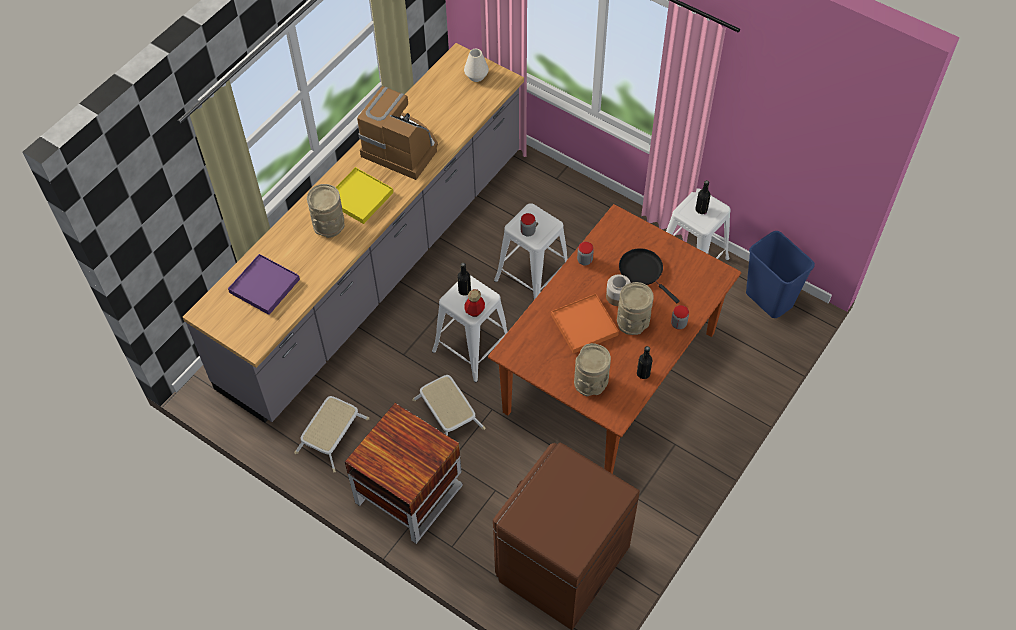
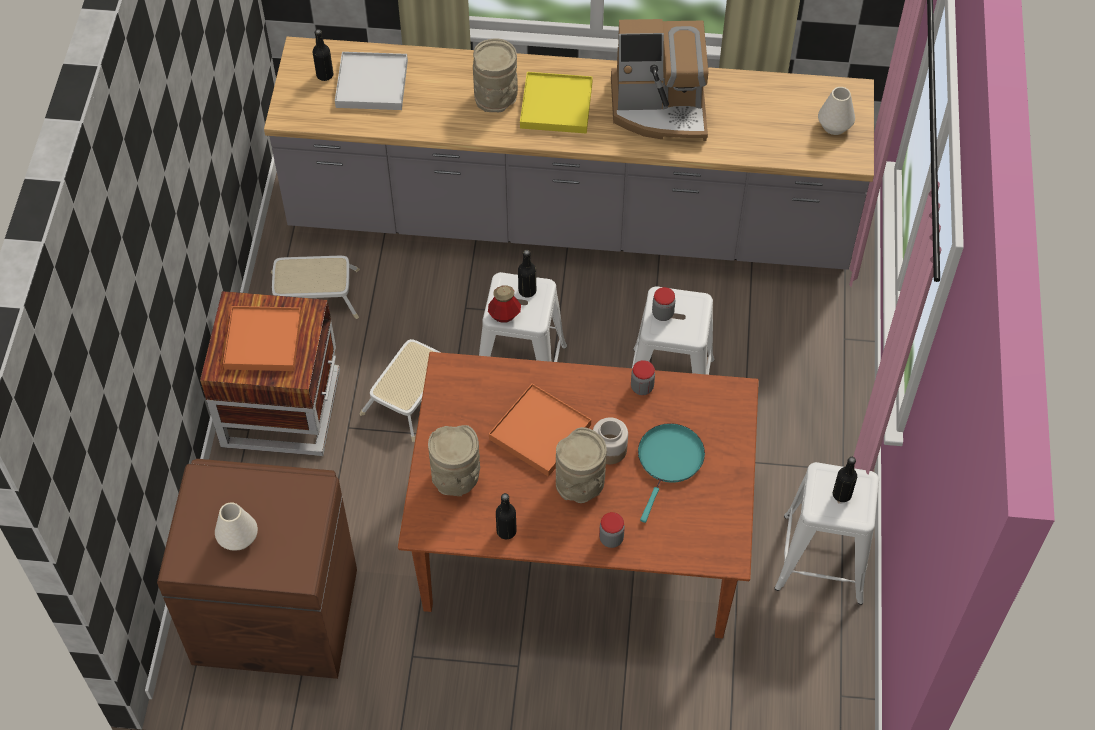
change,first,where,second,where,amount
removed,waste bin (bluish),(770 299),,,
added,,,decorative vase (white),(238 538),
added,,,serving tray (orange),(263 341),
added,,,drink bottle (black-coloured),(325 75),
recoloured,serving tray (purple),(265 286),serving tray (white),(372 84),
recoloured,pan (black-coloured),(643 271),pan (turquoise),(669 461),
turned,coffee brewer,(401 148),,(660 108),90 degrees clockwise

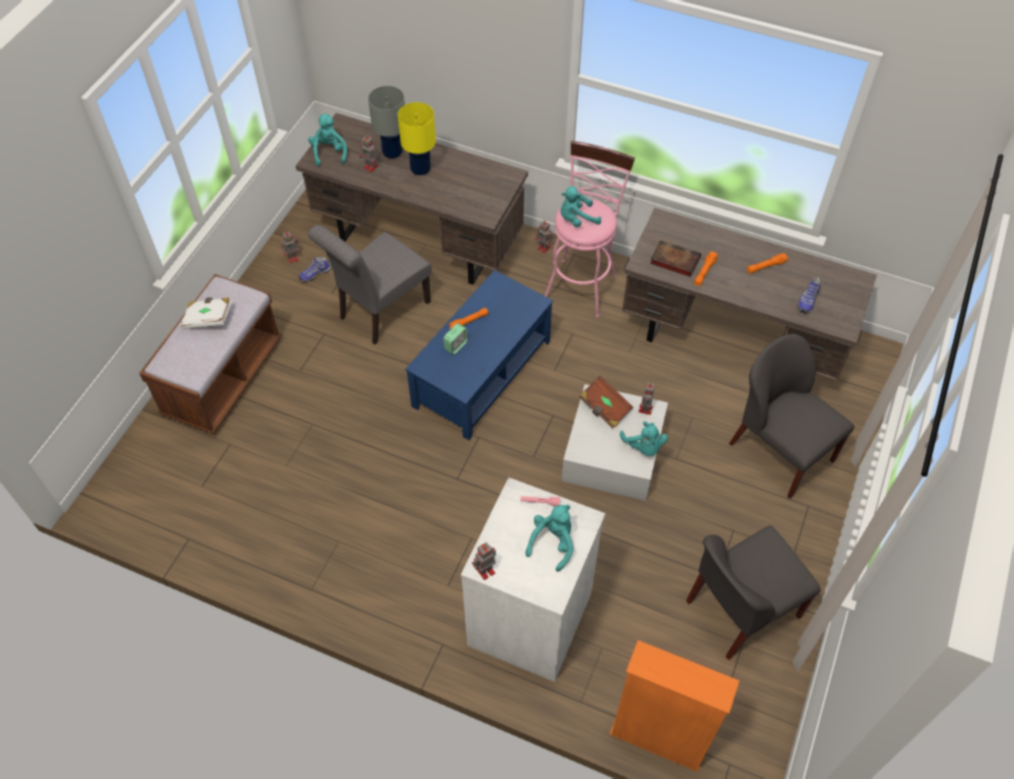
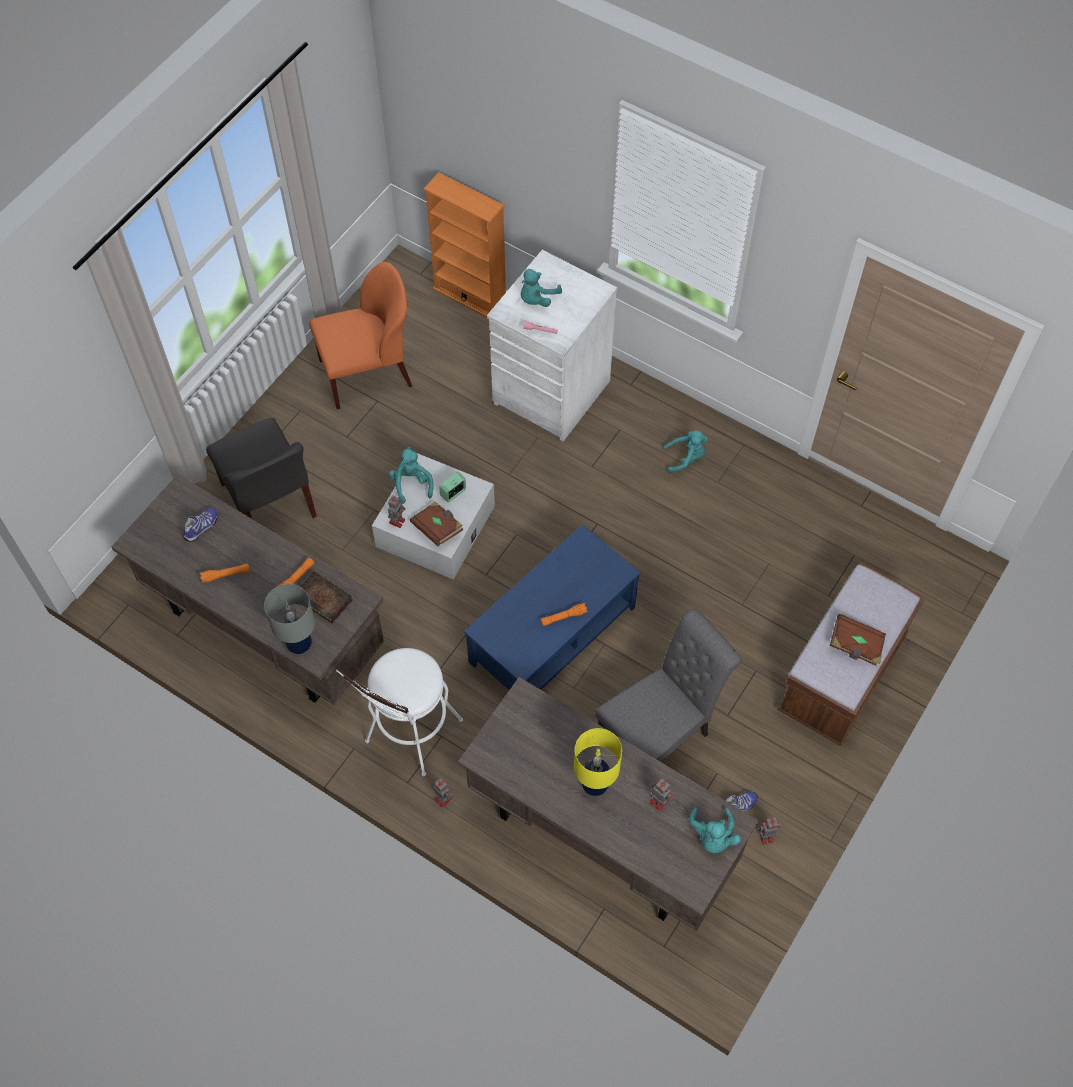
change,first,where,second,where,amount
removed,robot figure,(484 571),,,
moved,tabletop lamp (grey),(392 153),,(299 644),
moved,table clock,(456 345),,(453 493),
moved,soft toy (turquoise),(576 219),,(686 458),
recoloured,bound book (white),(208 319),bound book (brown),(855 645),
recoloured,stool (pinkish),(582 283),stool (white),(409 737),
recoloured,chair (grey),(740 610),chair (orange),(368 373),

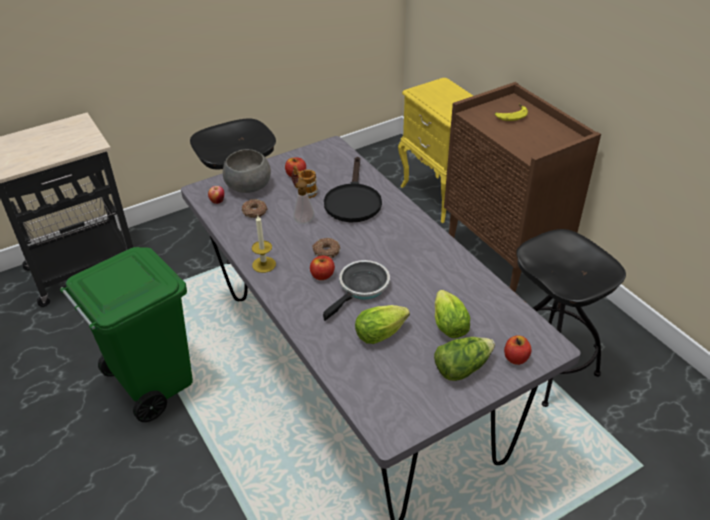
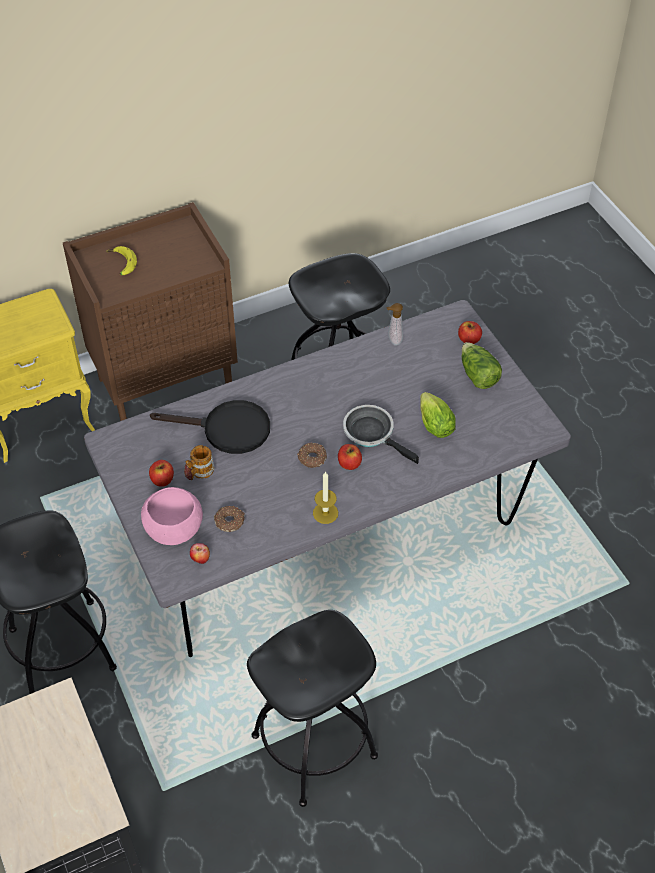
change,first,where,second,where,amount
removed,head of lettuce,(448 323),,,
moved,soap dispenser,(304 220),,(393 340),
replaced,waste bin (green-coloured),(152 383),stool (black-coloured),(313 746),
recoloured,bowl (grey),(248 185),bowl (pinkish),(173 529),

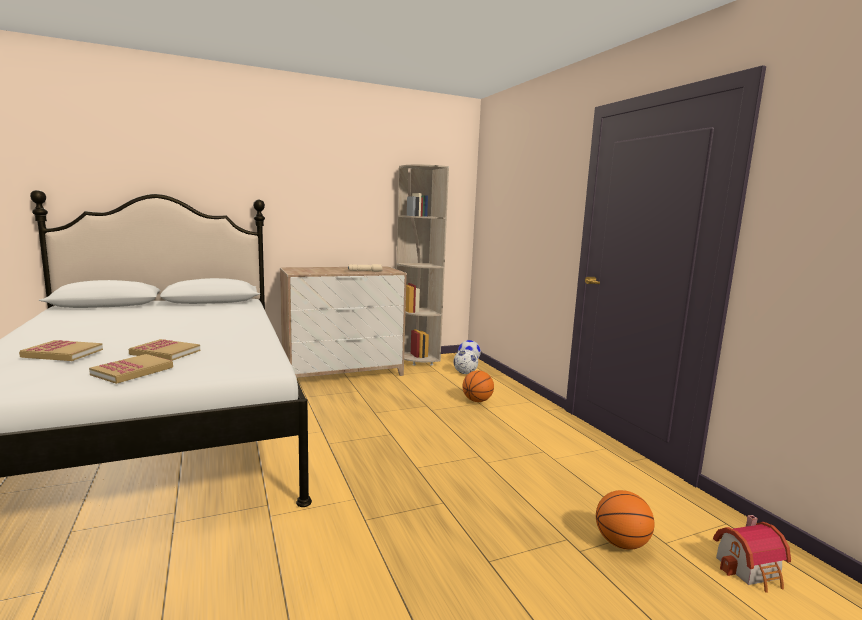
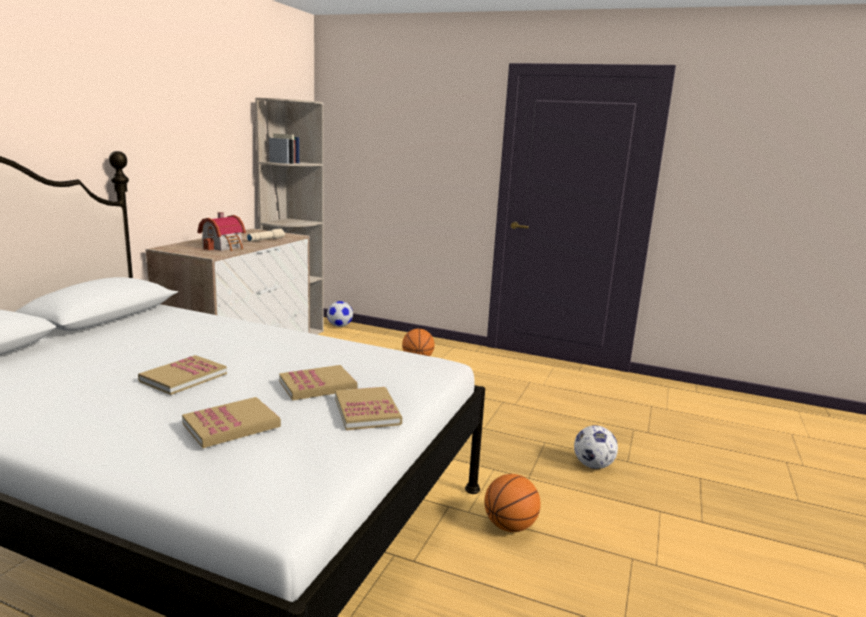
change,first,where,second,where,amount
added,,,bound book,(183 377),
moved,football,(465 373),,(593 465),
moved,basketball,(621 543),,(509 526),
moved,toy house,(751 570),,(225 247),

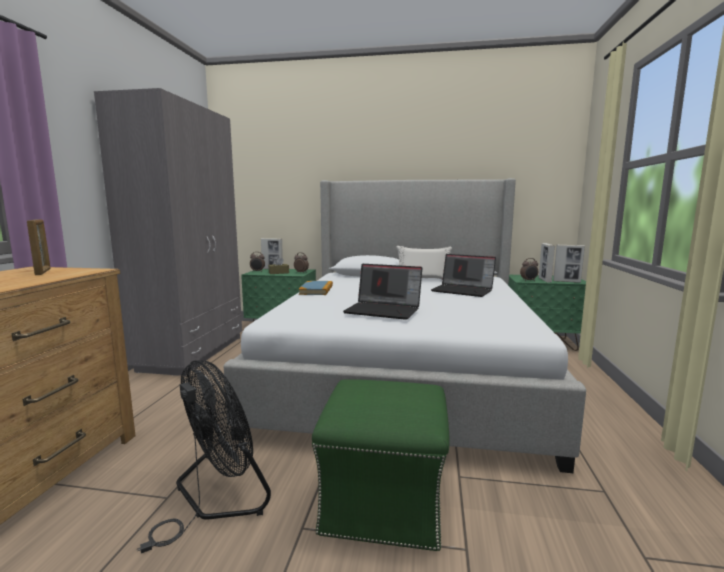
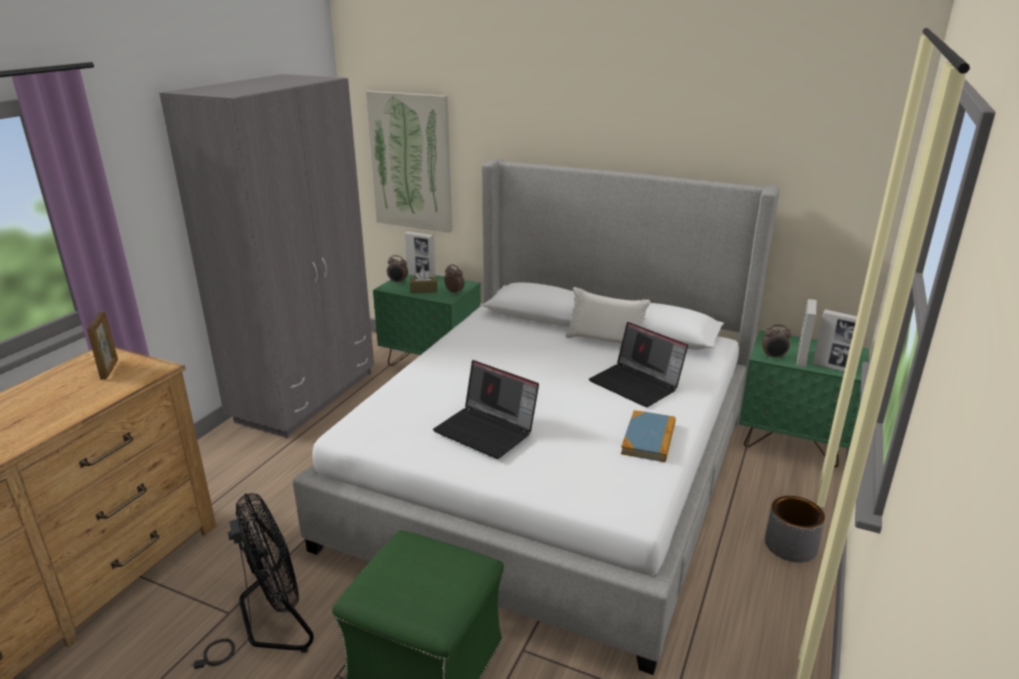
change,first,where,second,where,amount
added,,,wall art,(411 162),
added,,,flower pot (grey),(790 547),
moved,bound book,(316 290),,(648 439),

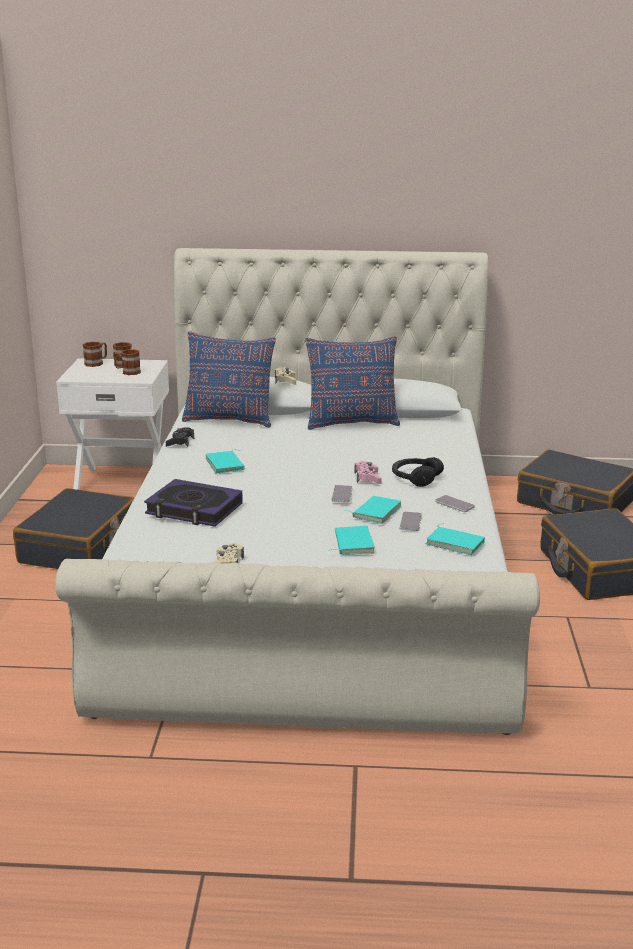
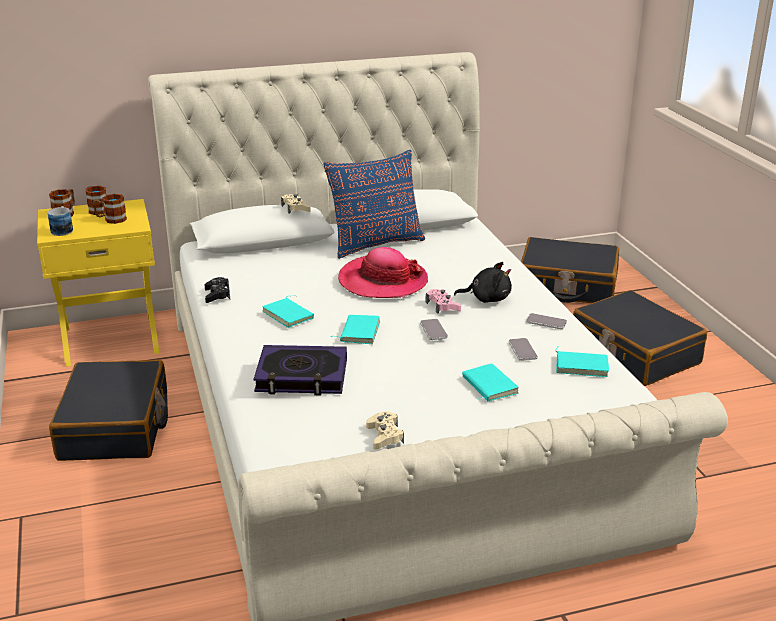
change,first,where,second,where,amount
removed,pillow (bluish),(229 420),,,
added,,,coffee mug,(63 229),
added,,,clothing hat,(383 281),
moved,bound book (turquoise),(375 512),,(358 332),
replaced,headphones (black-coloured),(415 478),soft toy (black-coloured),(487 298),
recoloured,night table (white),(122 482),night table (yellow-coloured),(110 338),

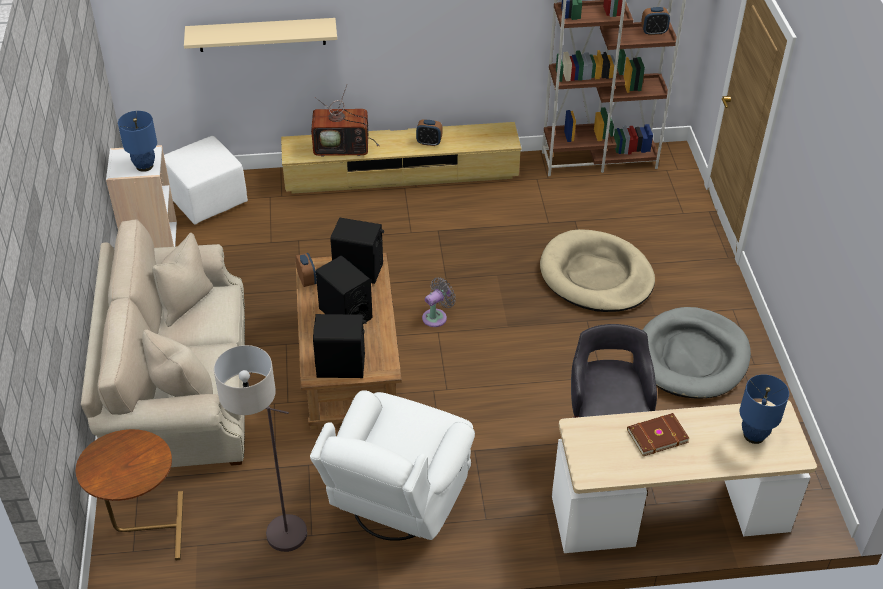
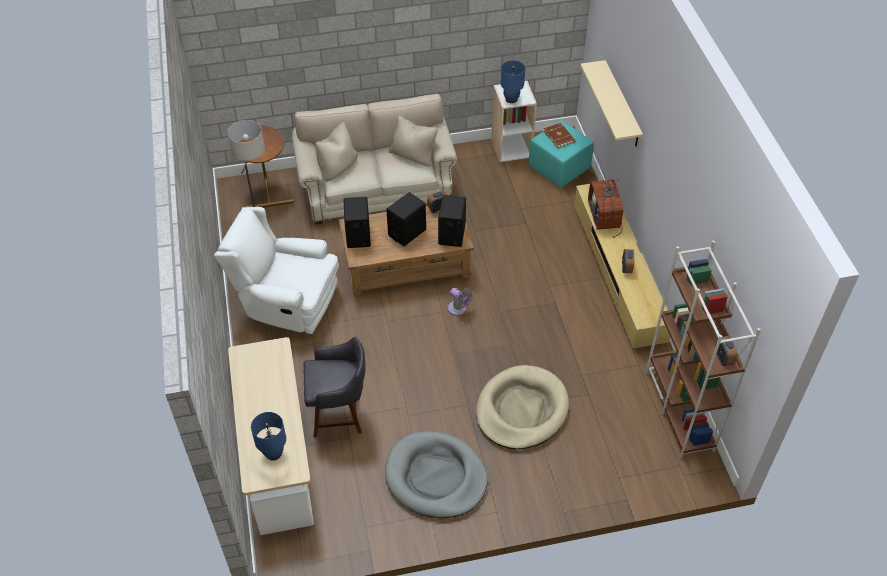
change,first,where,second,where,amount
moved,bound book (brown),(656 435),,(559 136),
recoloured,pouffe (white),(208 199),pouffe (turquoise),(559 168),

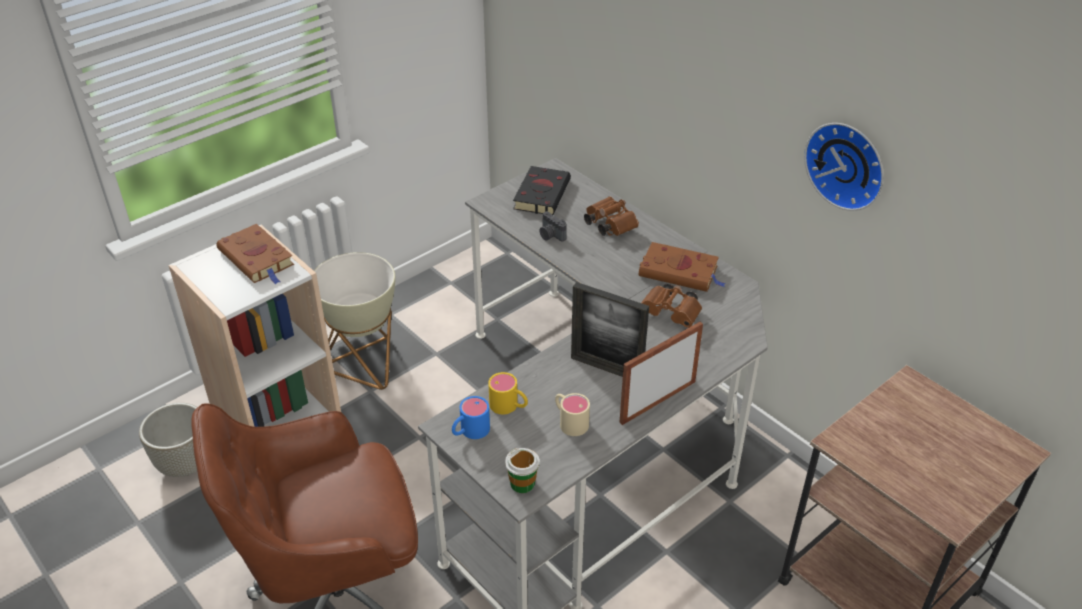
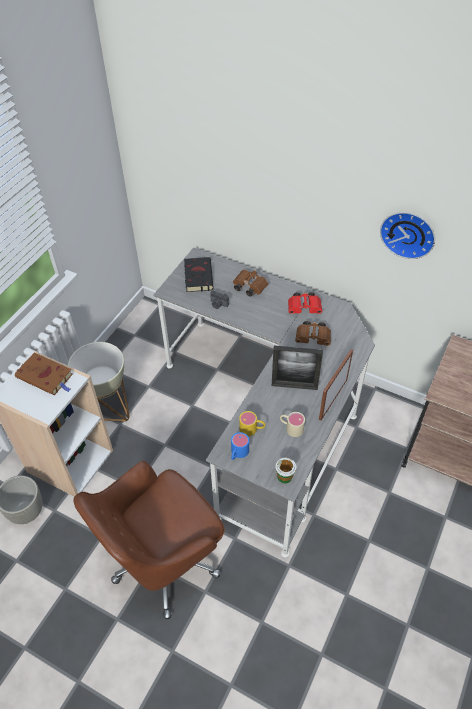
change,first,where,second,where,amount
replaced,bound book (brown),(680 272),pair of binoculars (red),(305 308),

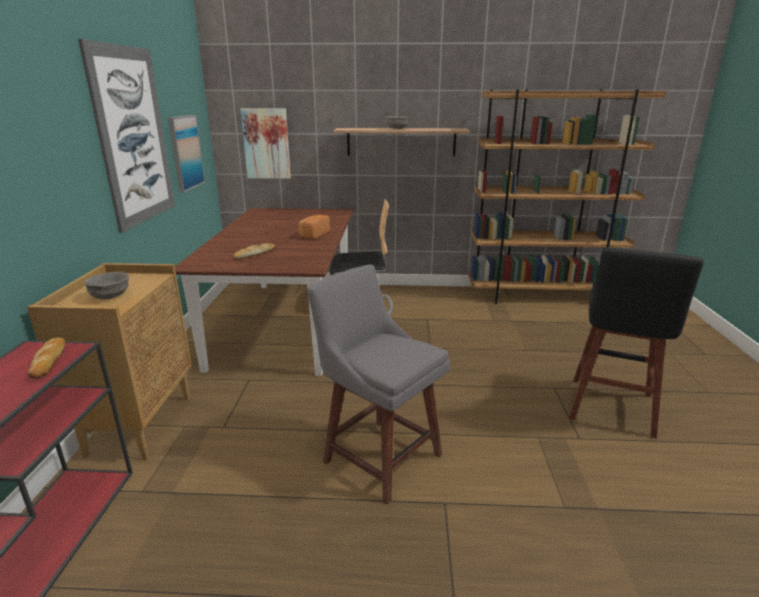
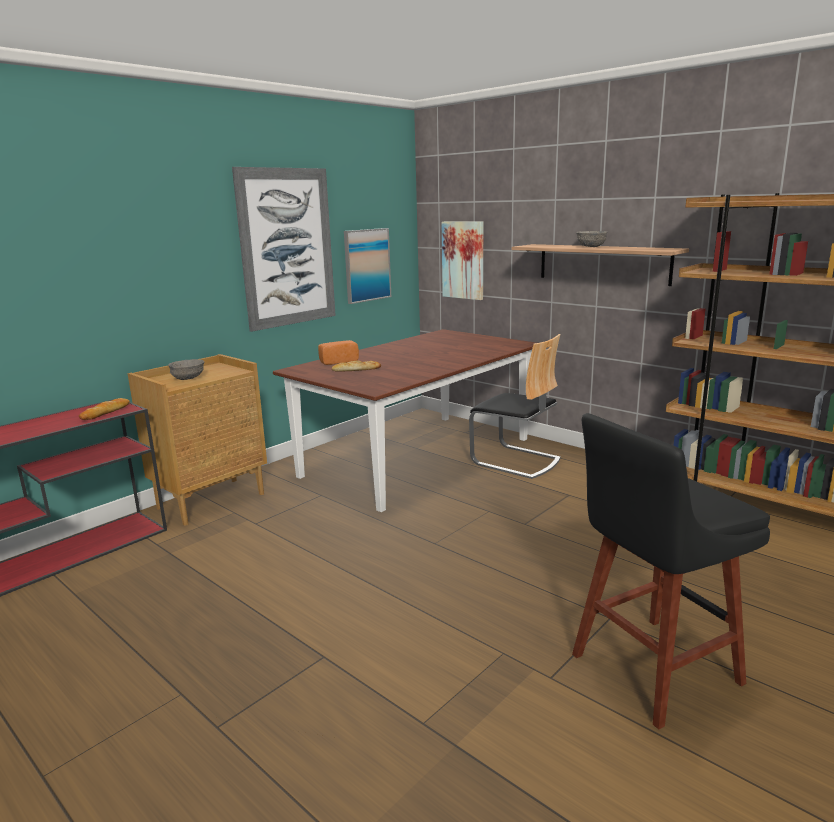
change,first,where,second,where,amount
removed,stool (grey),(379 455),,,
moved,bread,(313 235),,(337 361),

